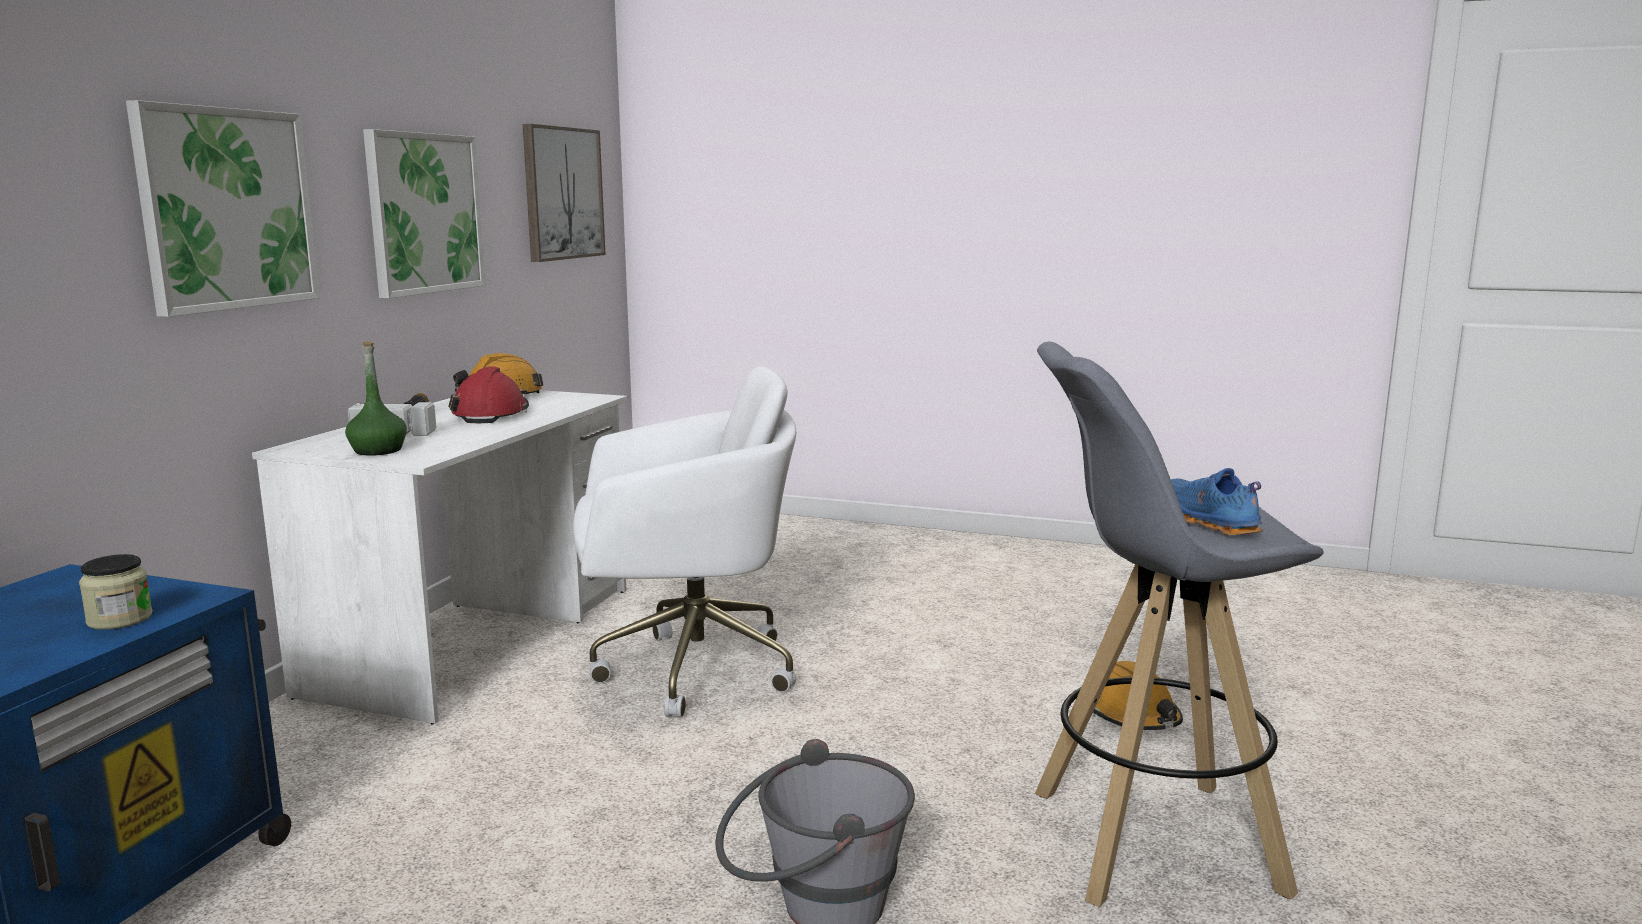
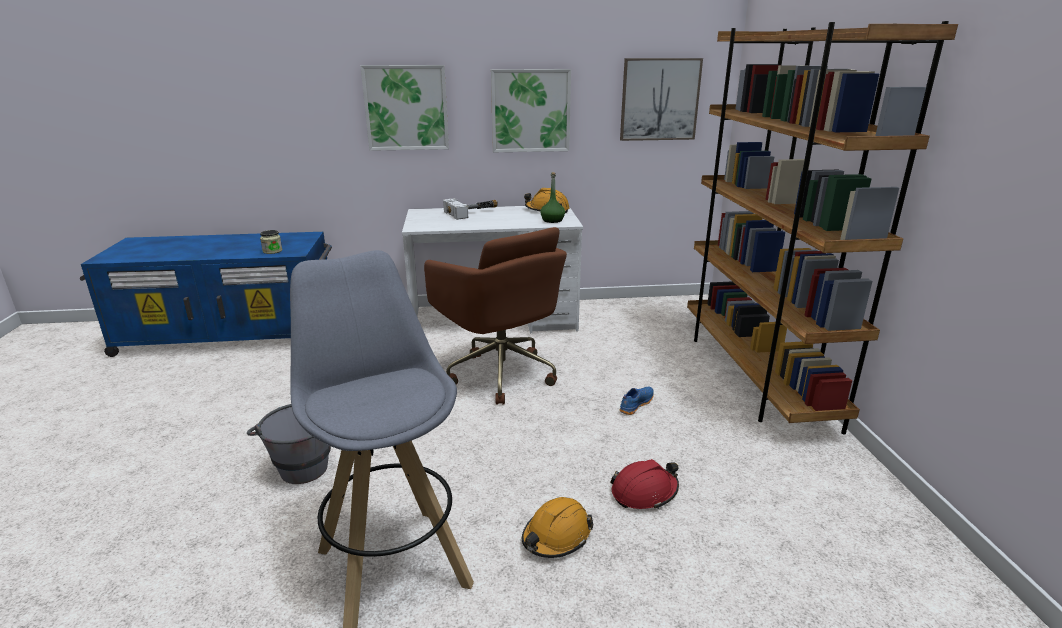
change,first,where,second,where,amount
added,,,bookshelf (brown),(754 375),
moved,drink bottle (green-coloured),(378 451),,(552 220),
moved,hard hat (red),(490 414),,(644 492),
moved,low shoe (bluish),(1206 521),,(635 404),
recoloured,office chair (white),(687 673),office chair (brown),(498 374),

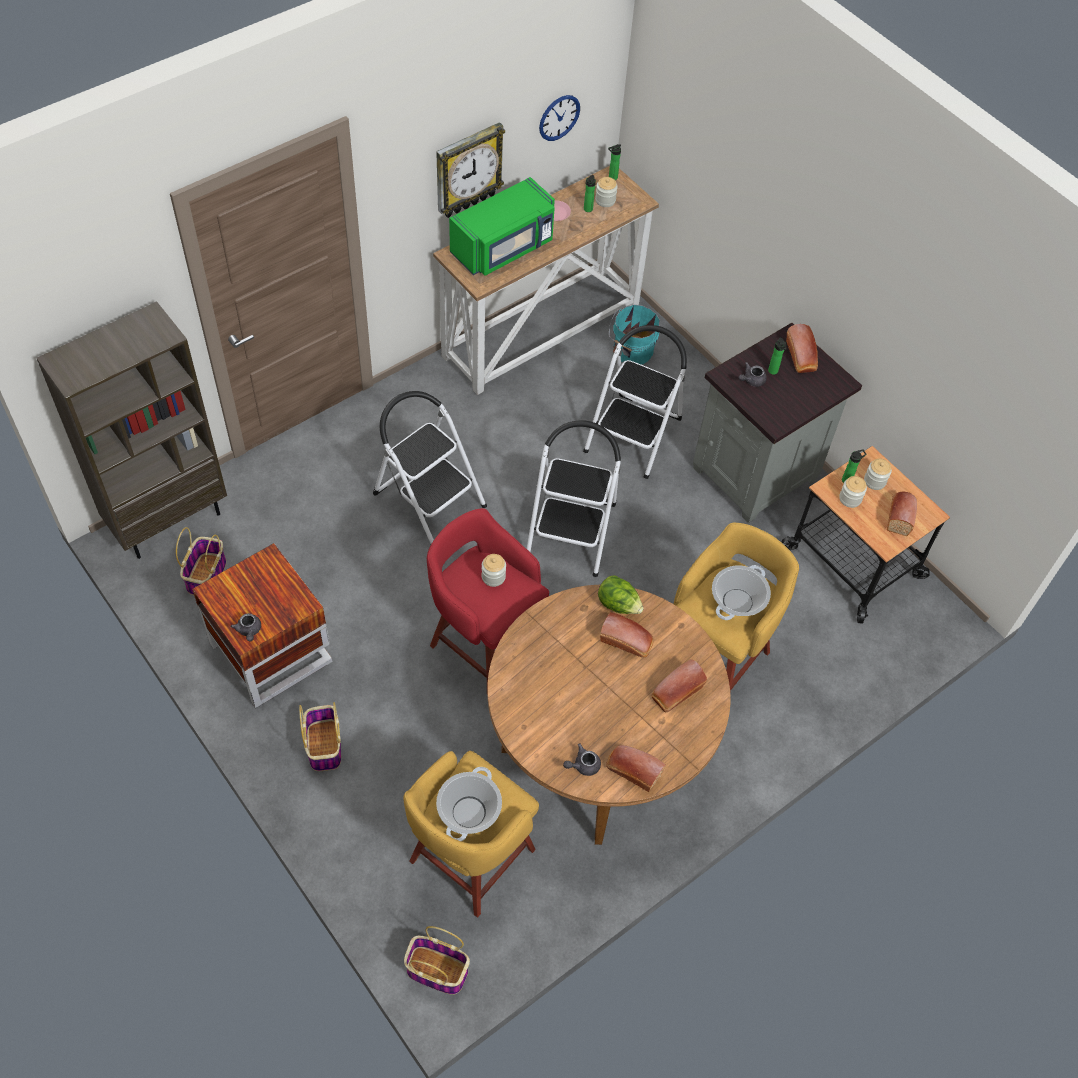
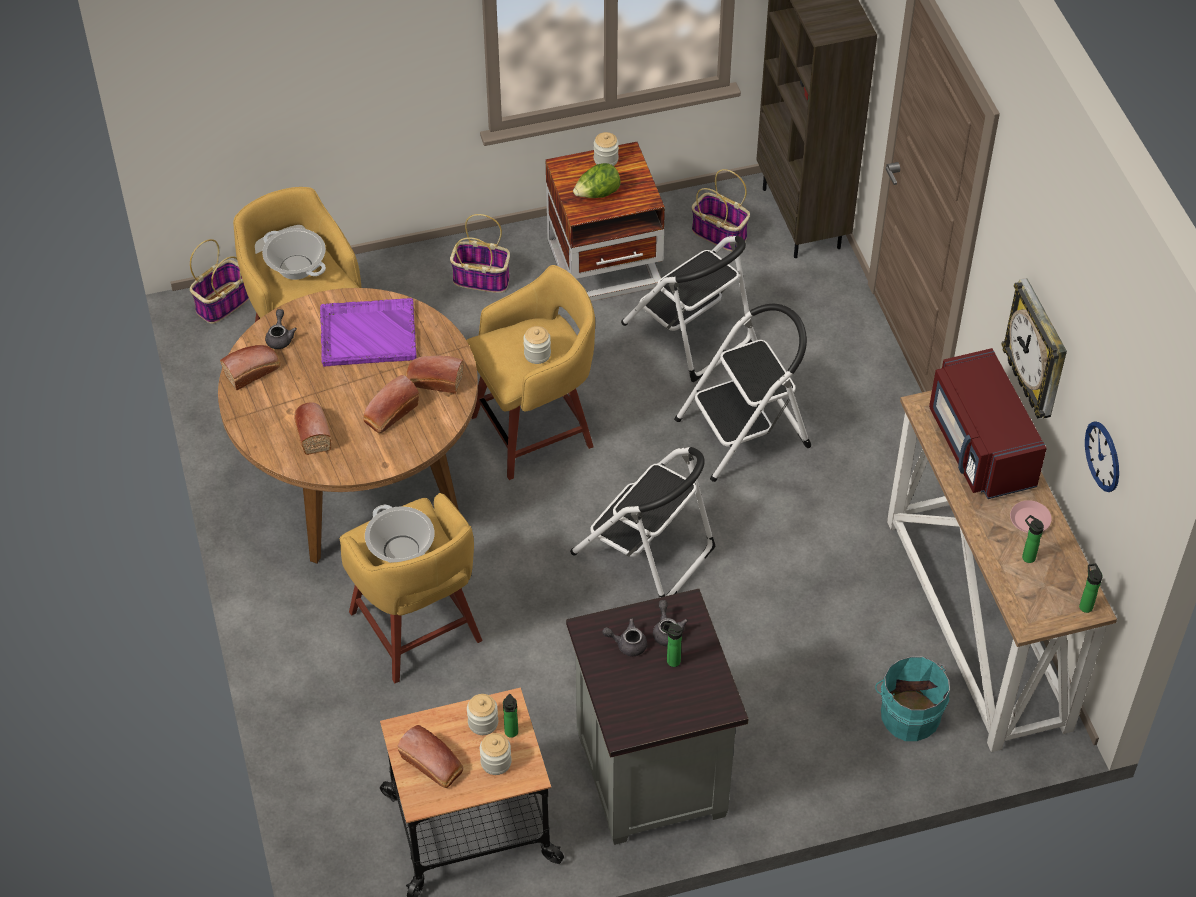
change,first,where,second,where,amount
added,,,serving tray (purple),(367 334),
moved,pot for tea (grey),(249 631),,(627 644),
moved,step stool,(635 433),,(690 335),
moved,jar,(605 200),,(606 159),
moved,head of lettuce,(618 604),,(597 194),
moved,bread,(801 357),,(433 381),
recoloured,stool (red),(485 641),stool (yellow-coloured),(536 430),
recoloured,kitchen microwave (green-coloured),(504 248),kitchen microwave (red),(979 447),

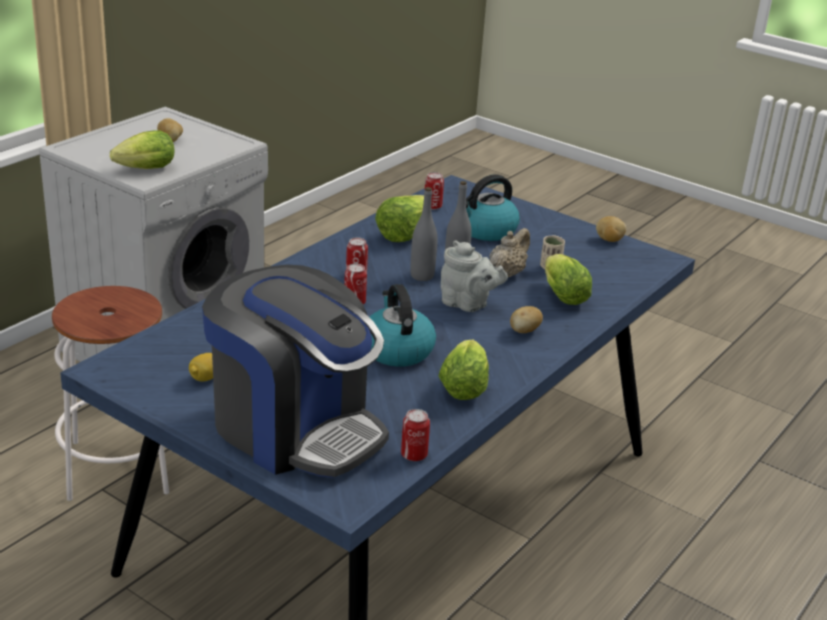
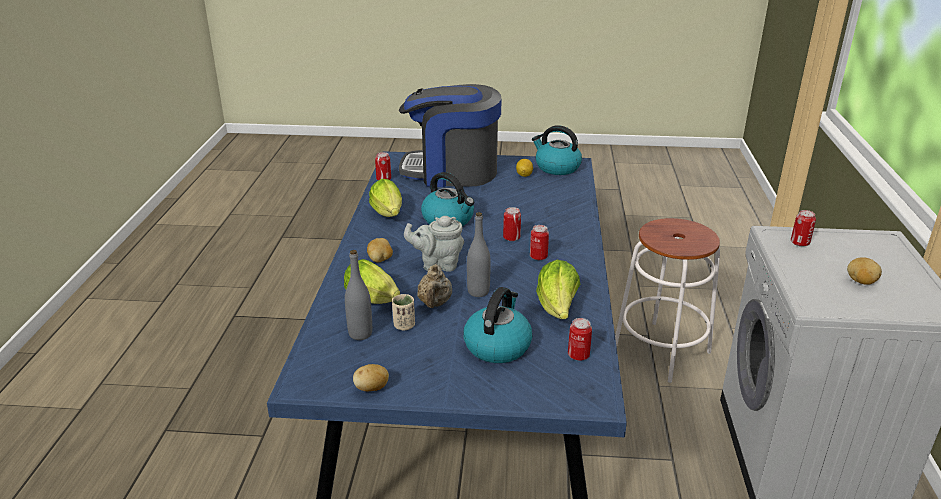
change,first,where,second,where,amount
added,,,kettle,(556 167),
moved,drink bottle (grey),(422 276),,(360 334),
replaced,head of lettuce,(142 169),can,(799 243),

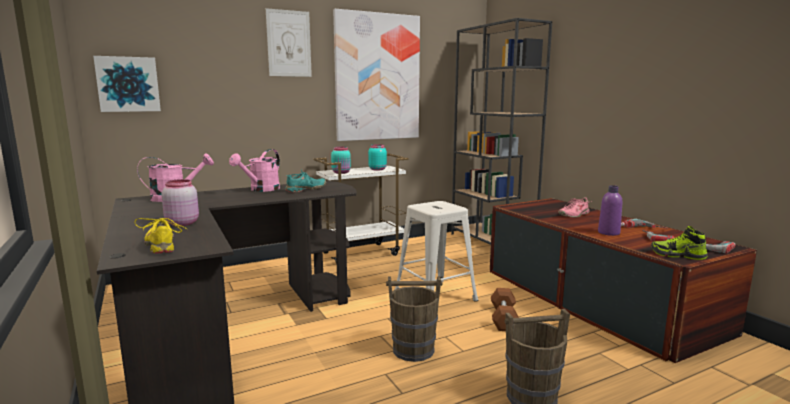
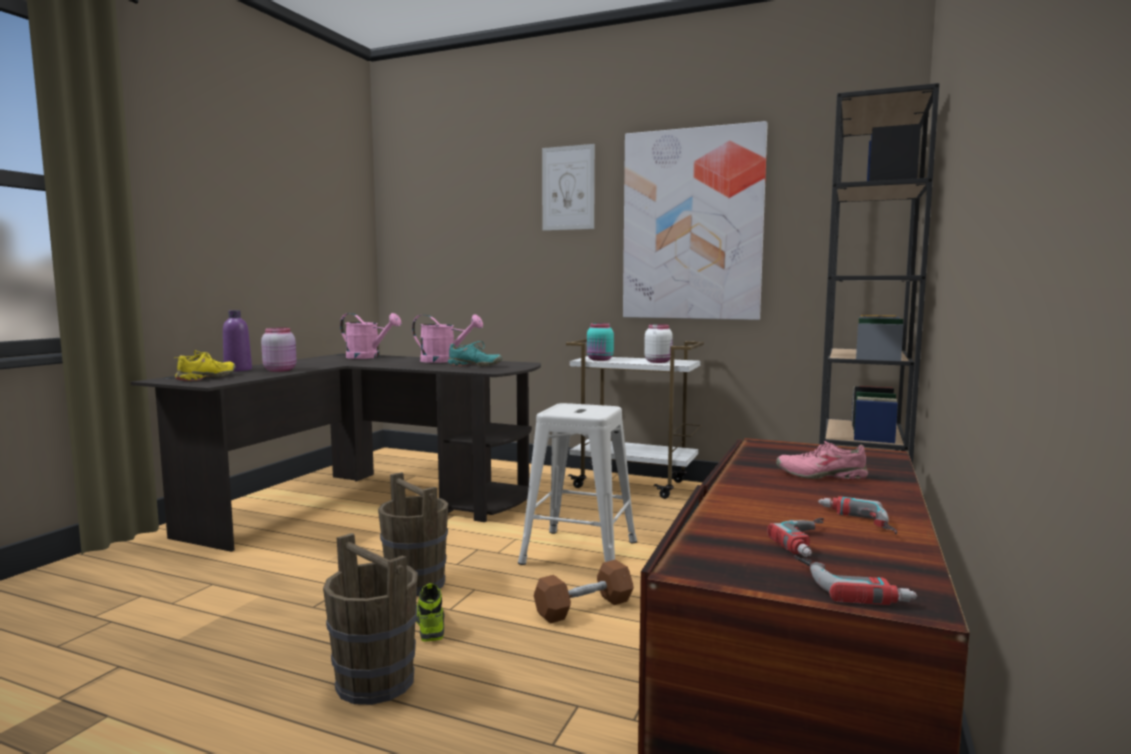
change,first,where,second,where,amount
removed,wall art,(128 84),,,
moved,drink bottle (purple),(608 233),,(238 370),
moved,low shoe,(678 255),,(429 625),
recoloured,jar (turquoise),(377 169),jar (white),(658 361),
turned,watering can (pinkish),(261 190),,(444 361),150 degrees counterclockwise

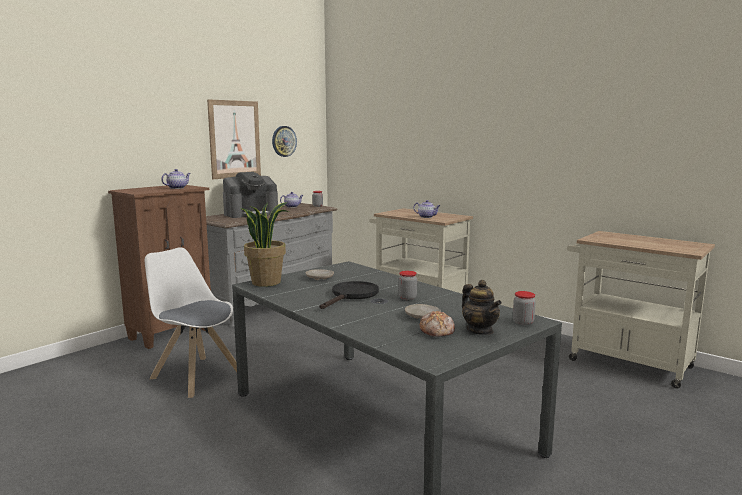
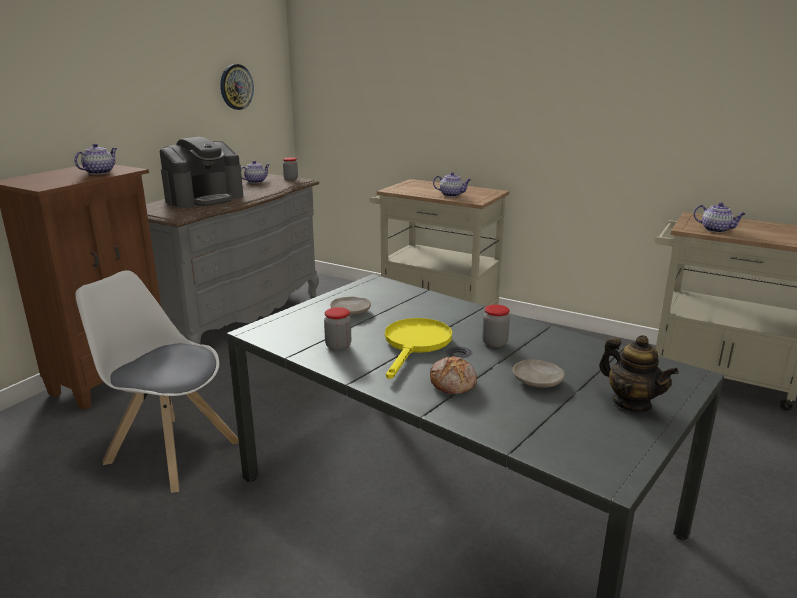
change,first,where,second,where,amount
removed,wall art,(234 139),,,
removed,plant in a pot,(266 282),,,
added,,,pot for tea,(716 230),
moved,bread,(437 331),,(453 383),
moved,jar,(523 322),,(338 346),
recoloured,pan (black-coloured),(352 295),pan (yellow-coloured),(415 344),

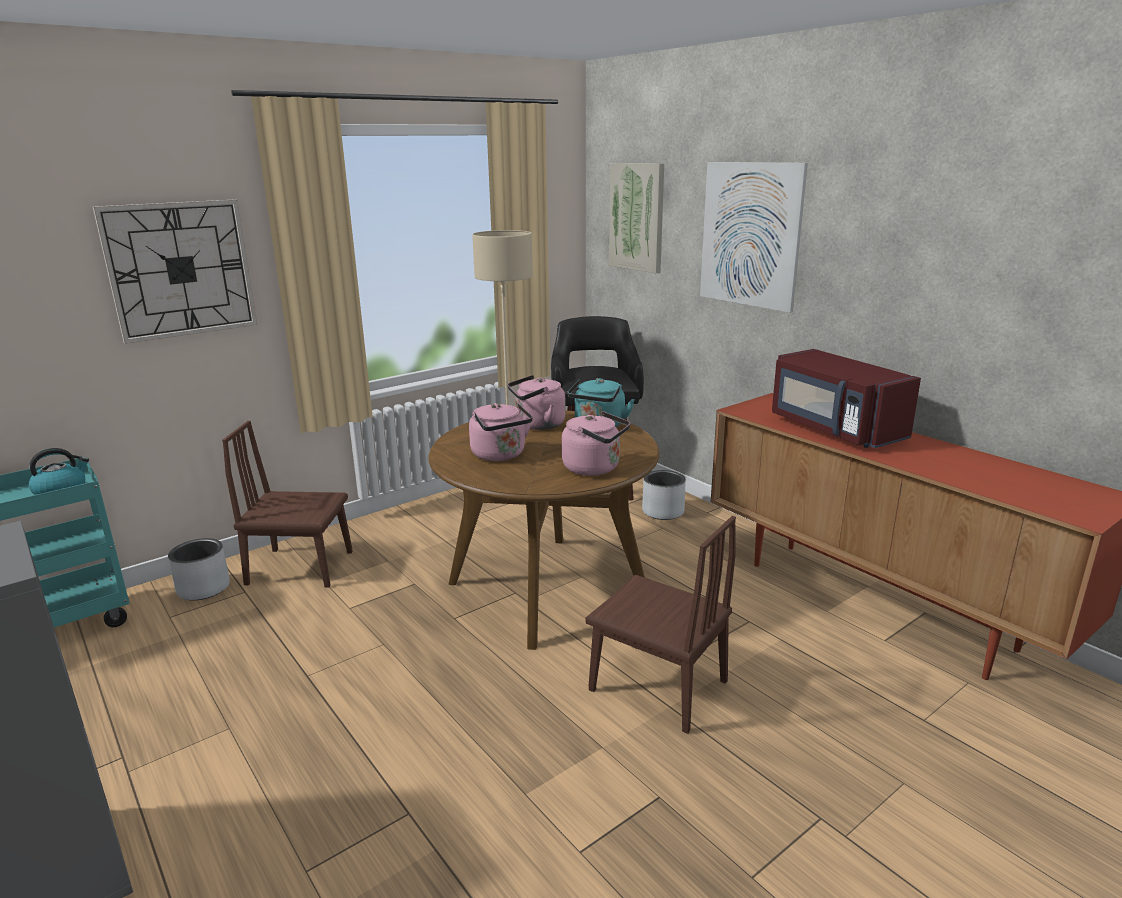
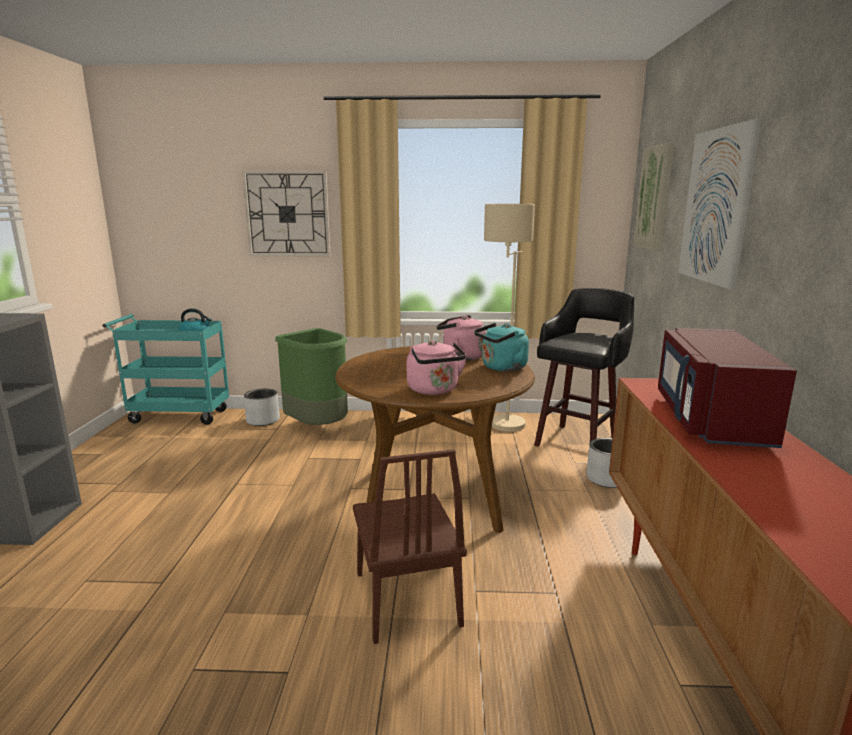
change,first,where,second,where,amount
removed,kettle (pinkish),(500 455),,,
replaced,chair (brown),(300 567),waste bin (green-coloured),(318 427),

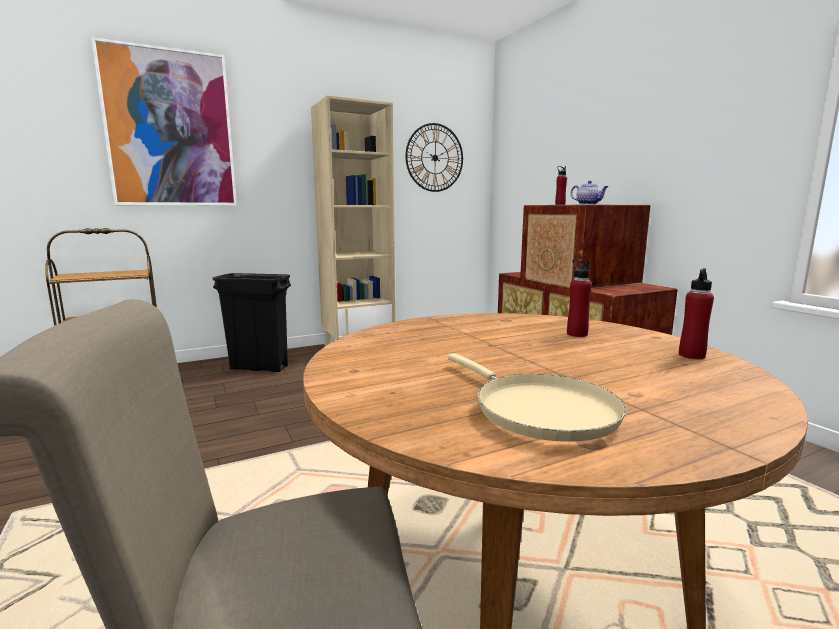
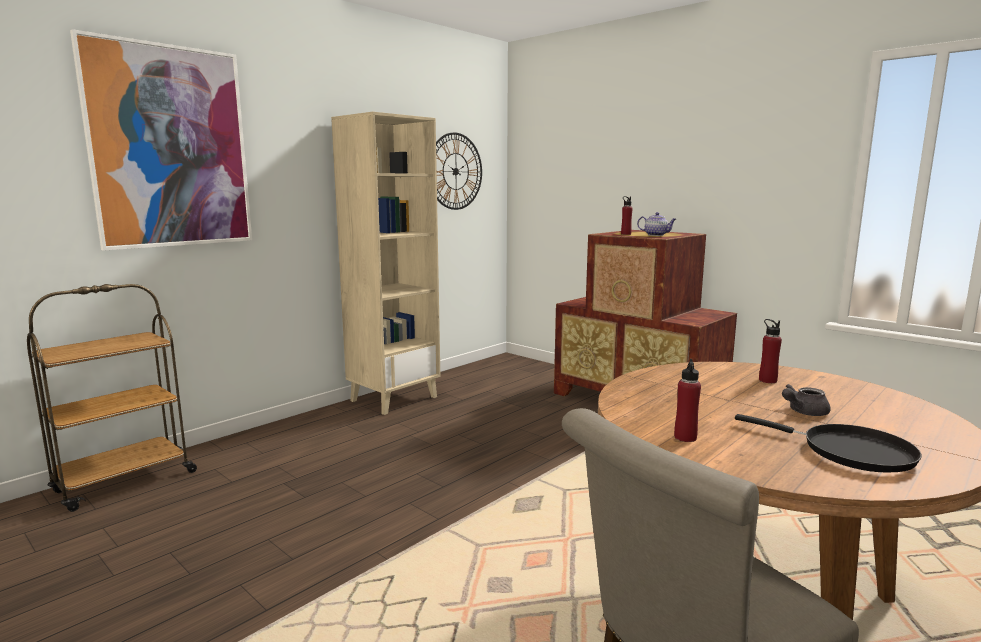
change,first,where,second,where,amount
removed,waste bin (black-coloured),(259 368),,,
added,,,pot for tea (grey),(803 412),
moved,drink bottle (red),(691 355),,(685 437),
recoloured,pan (beige-coloured),(538 410),pan (black-coloured),(849 452),

